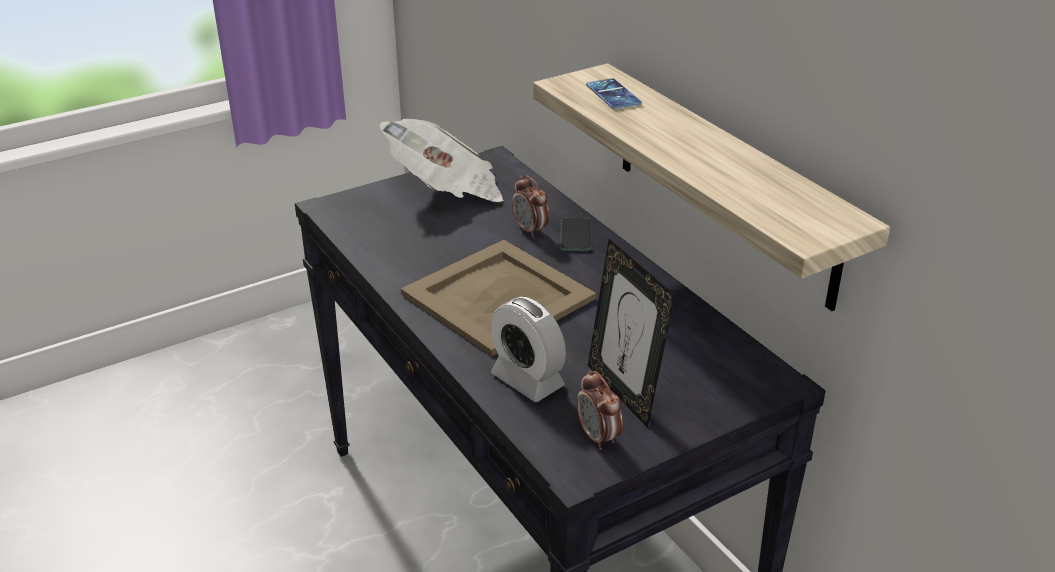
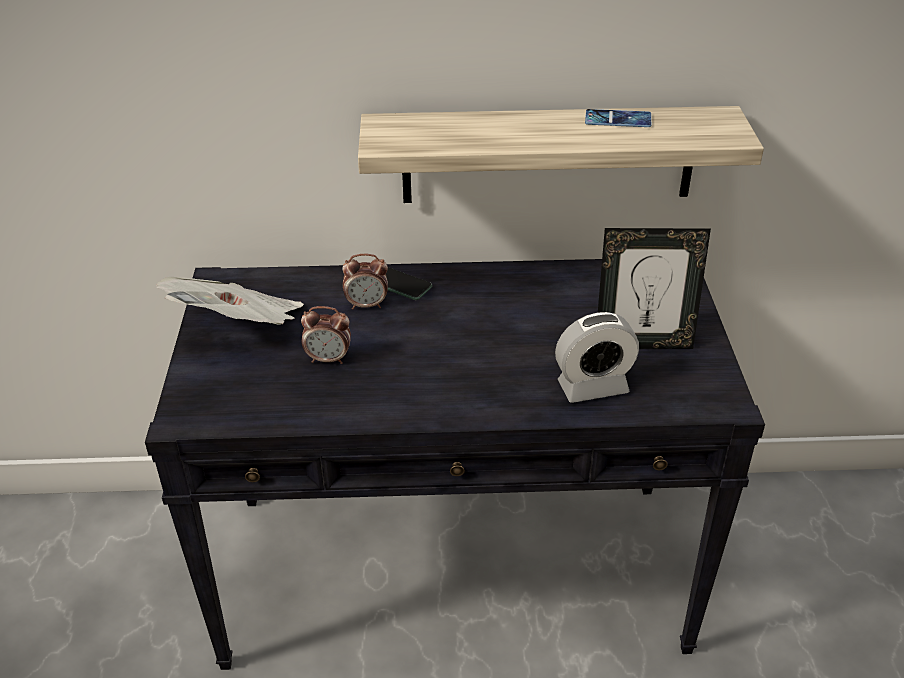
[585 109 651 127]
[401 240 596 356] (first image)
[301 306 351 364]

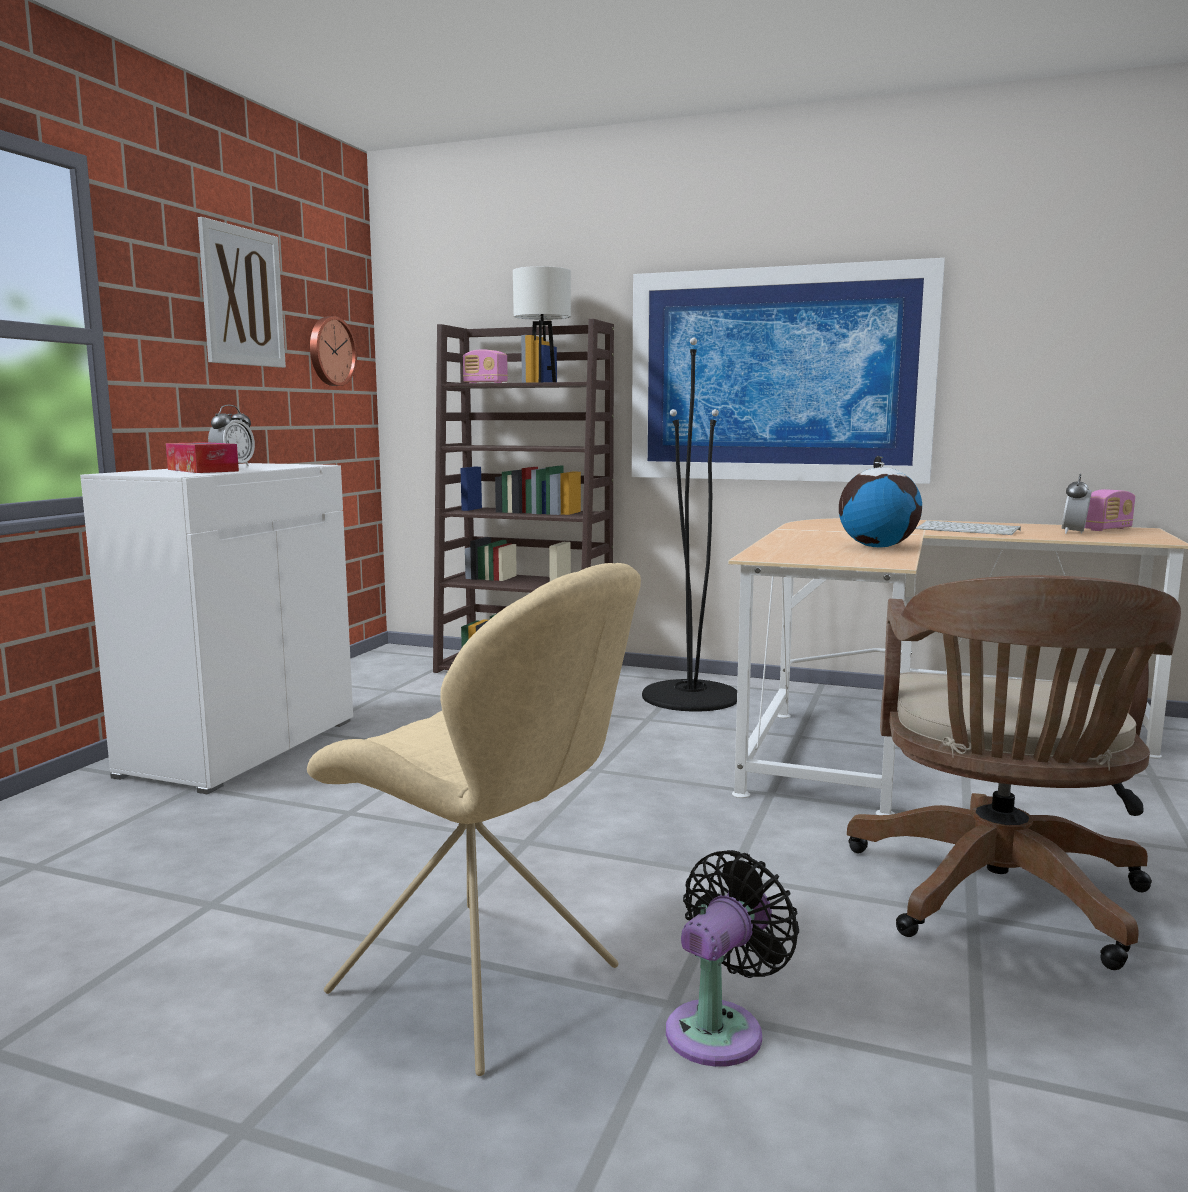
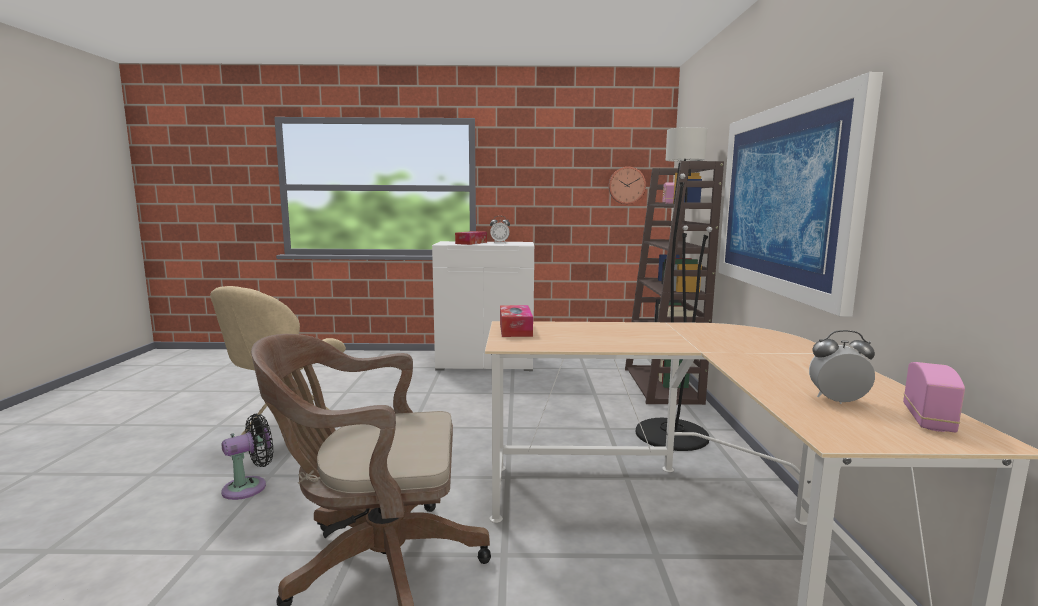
[198 217 286 368] (first image)
[839 456 922 548] (first image)
[903 362 965 432]
[916 521 1021 535] (first image)
[221 413 274 500]
[500 305 533 337]

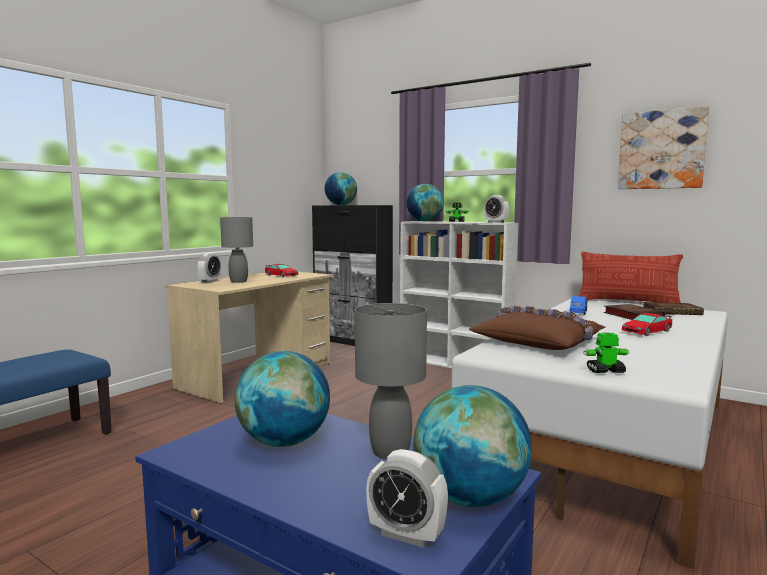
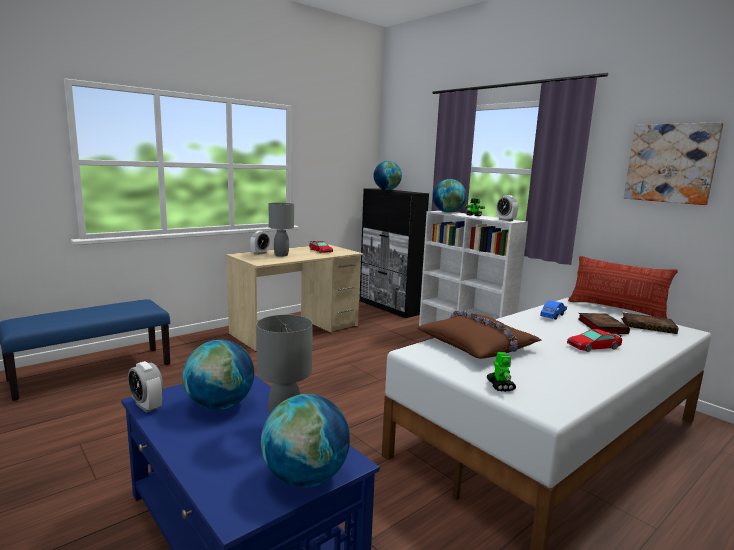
[486 352 516 392]
[128 361 163 413]

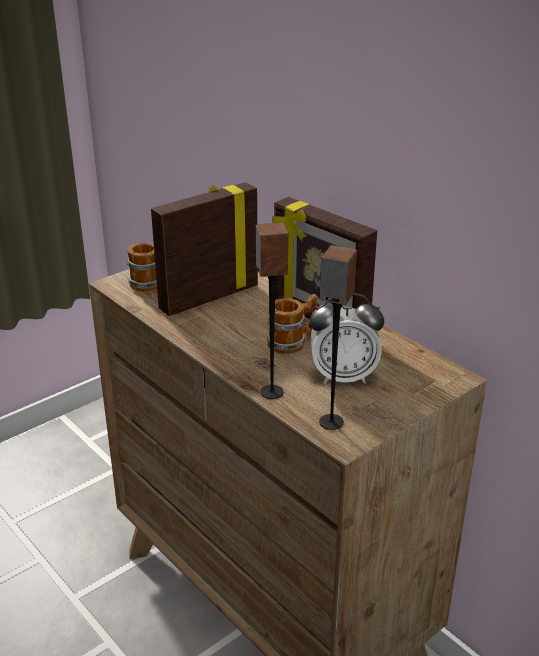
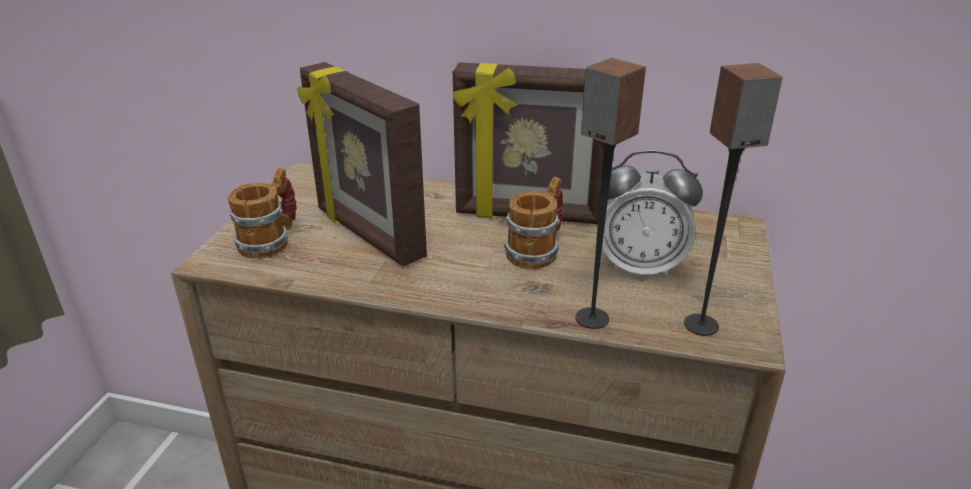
[297 62 427 267]
[599 150 703 279]

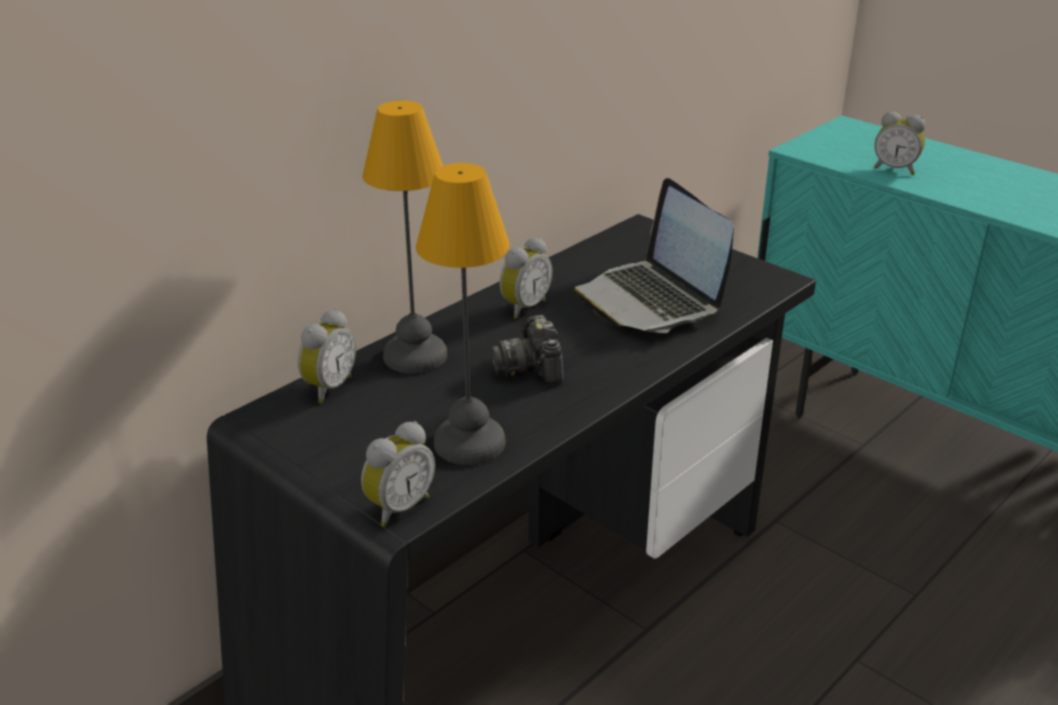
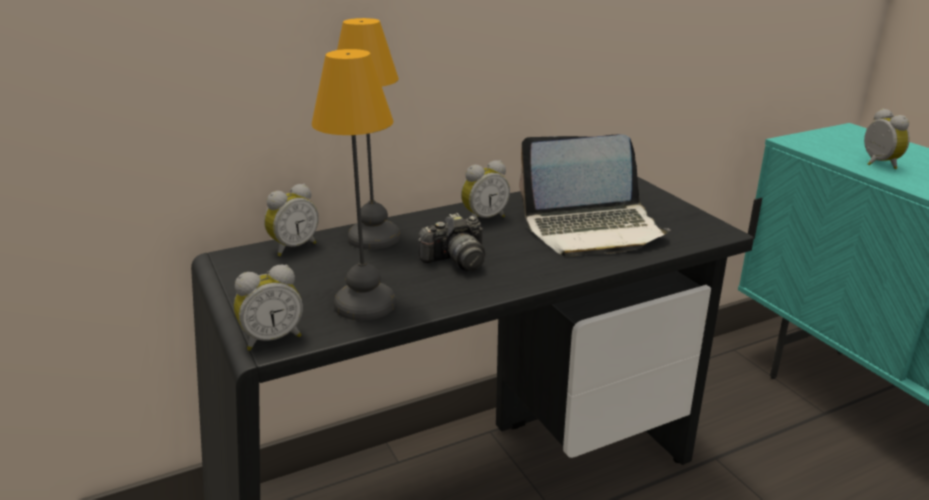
[864 108 910 169]
[519 135 670 257]
[418 213 485 271]

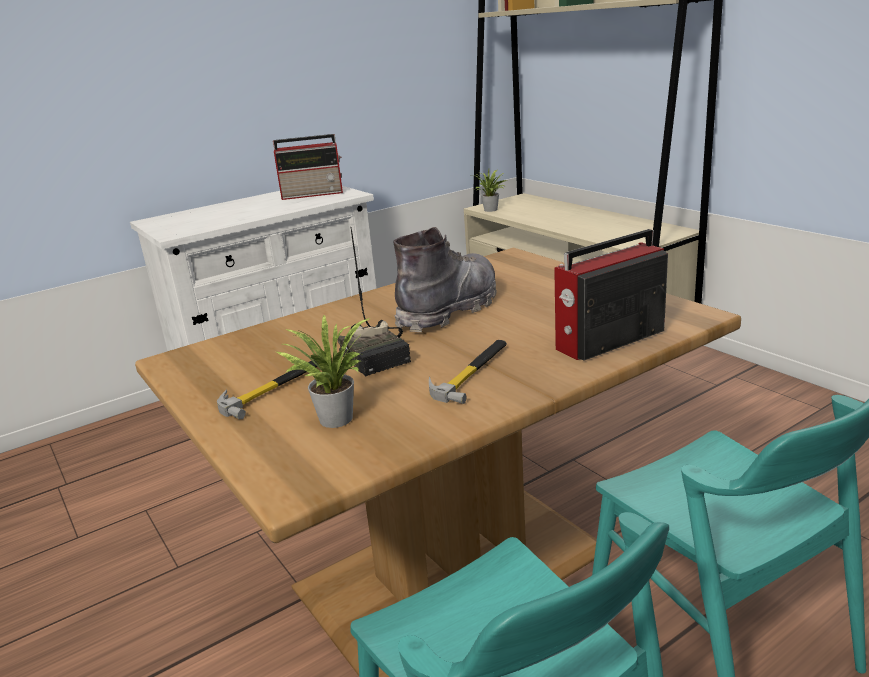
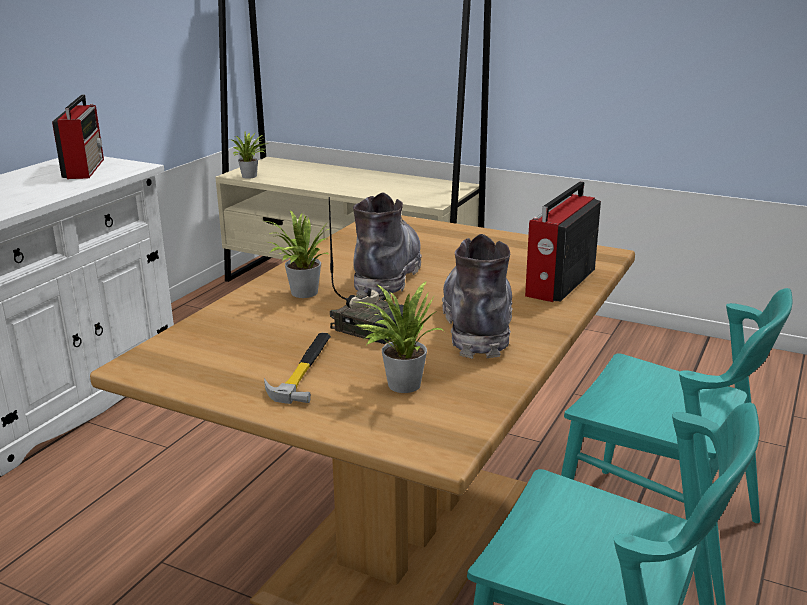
[52 95 104 179]
[442 234 513 359]
[266 210 330 298]

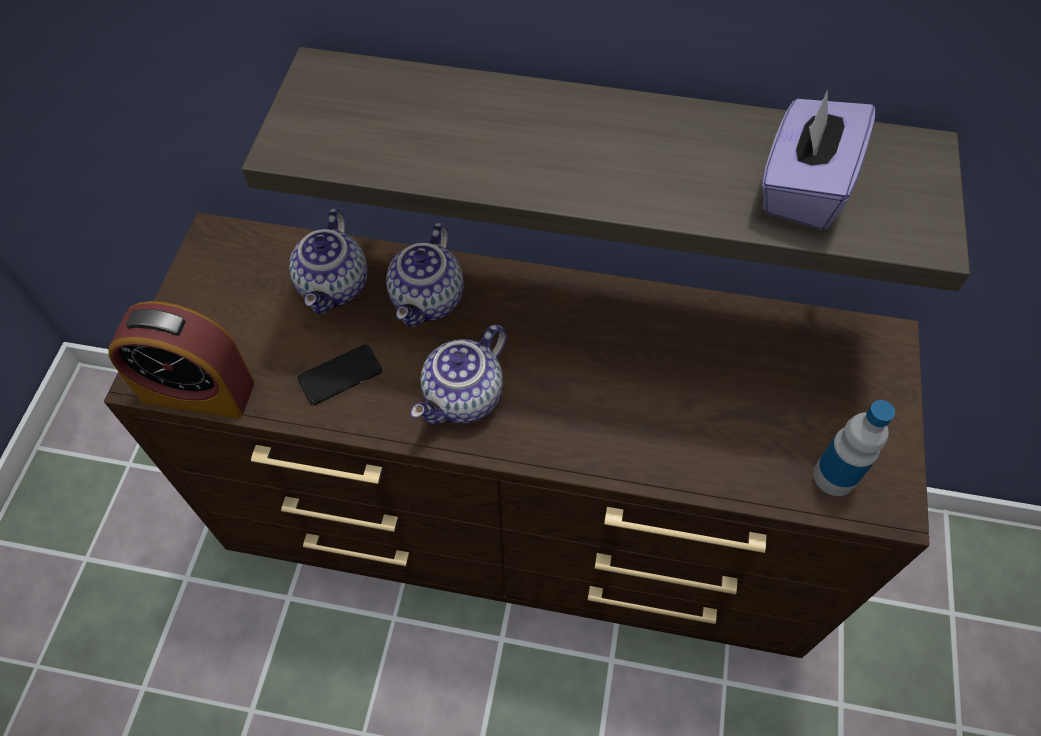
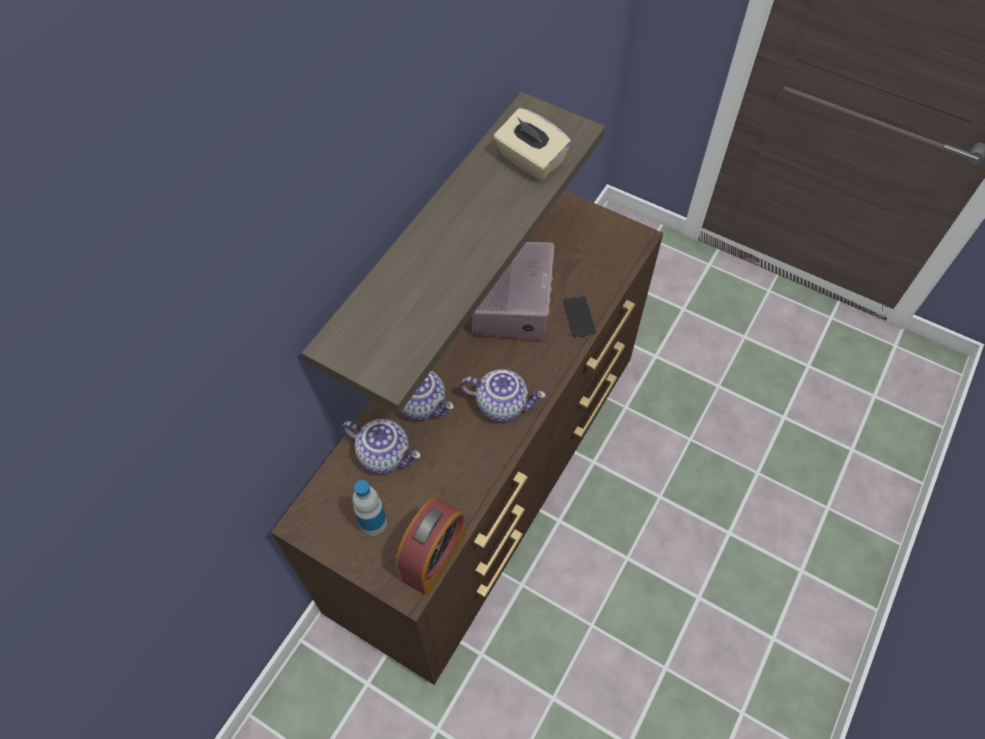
[494 108 571 181]
[460 369 546 422]
[563 296 596 338]
[352 480 387 536]
[472 242 555 340]

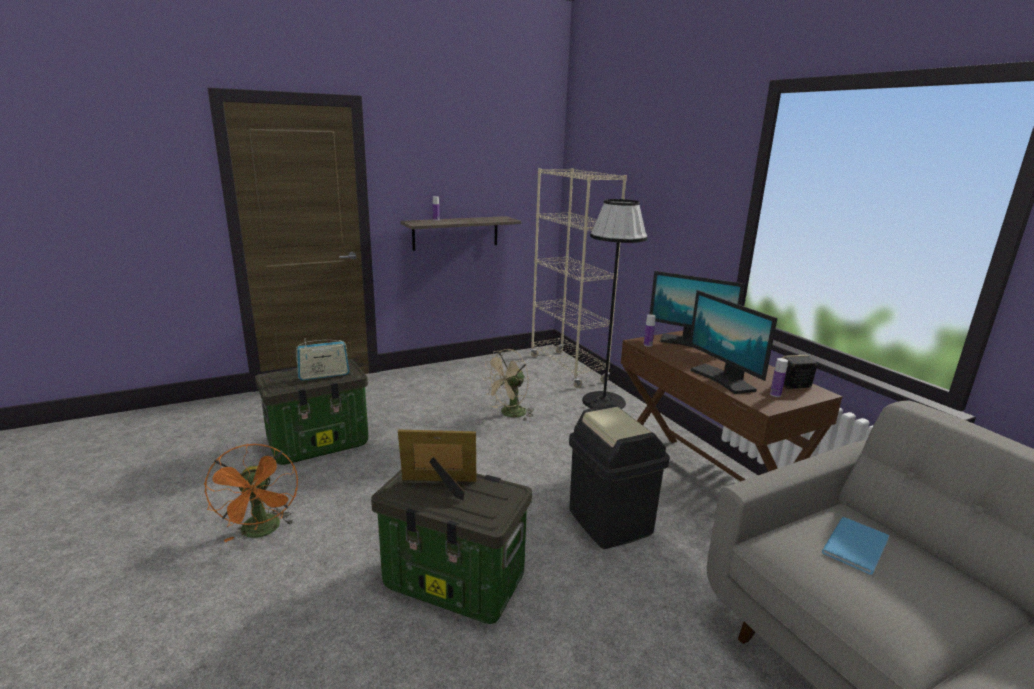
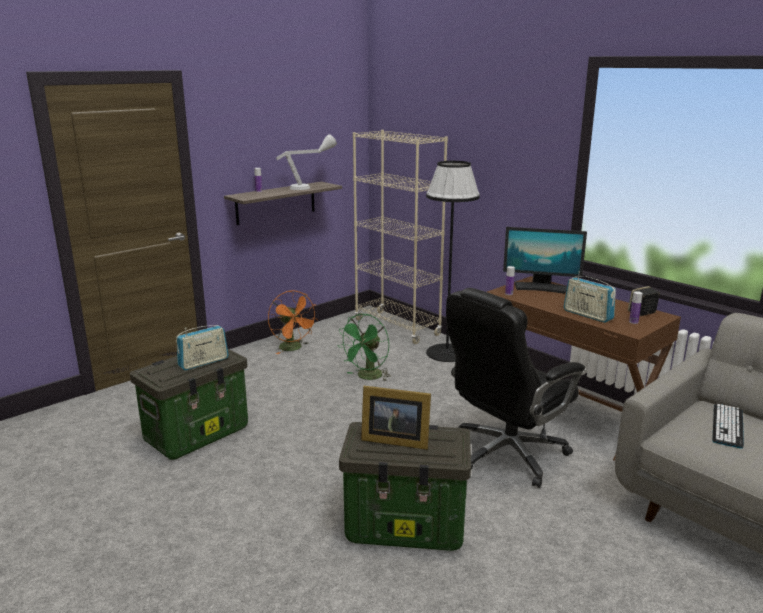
[564 272 616 323]
[337 314 391 381]
[446 288 585 488]
[361 386 431 450]
[268 291 318 354]
[712 404 744 449]
[276 134 337 190]

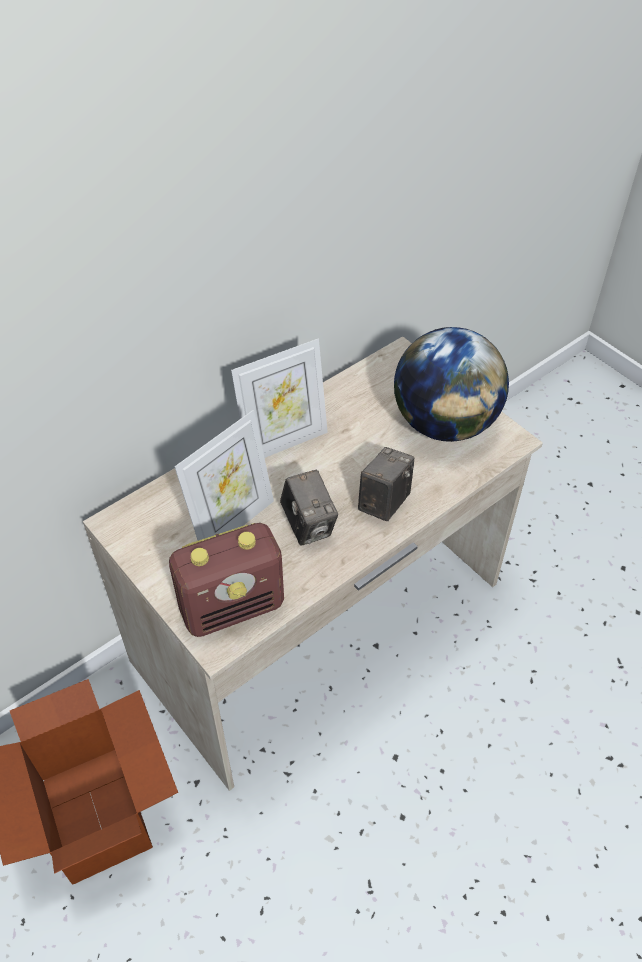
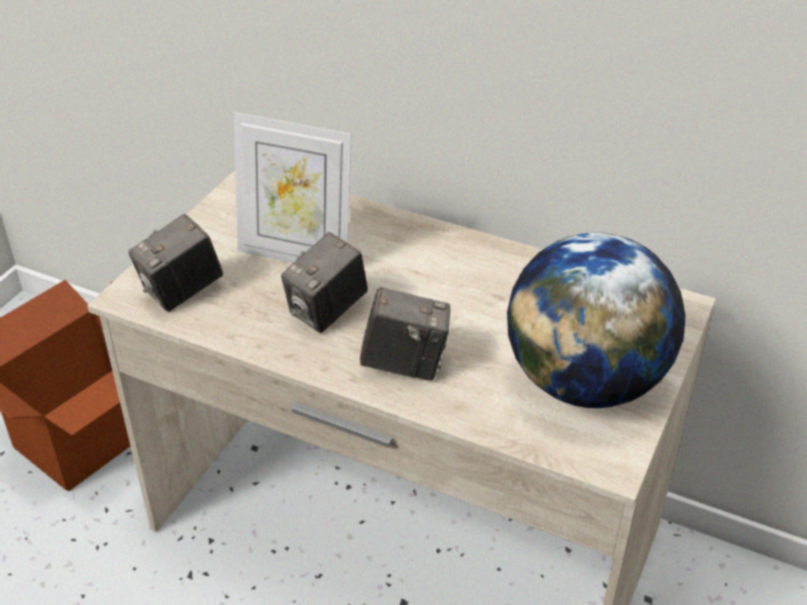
[231 339 328 458] (first image)
[128 214 223 312]

